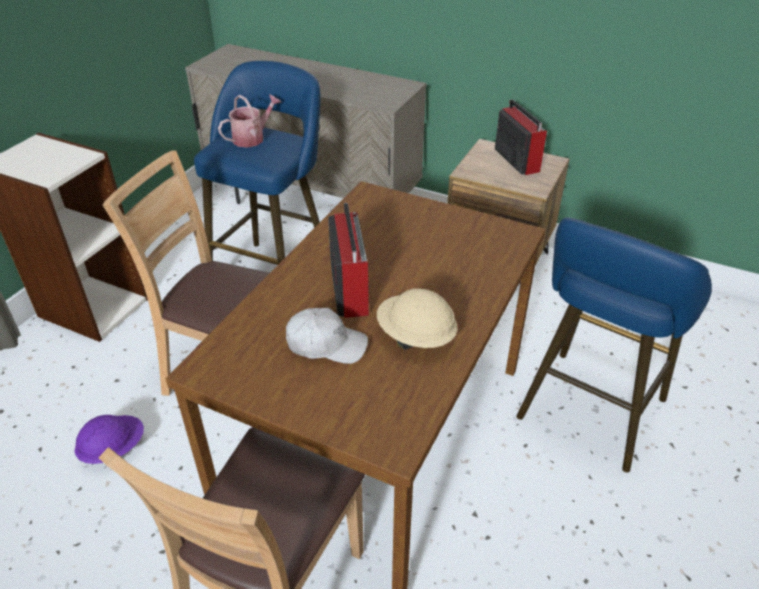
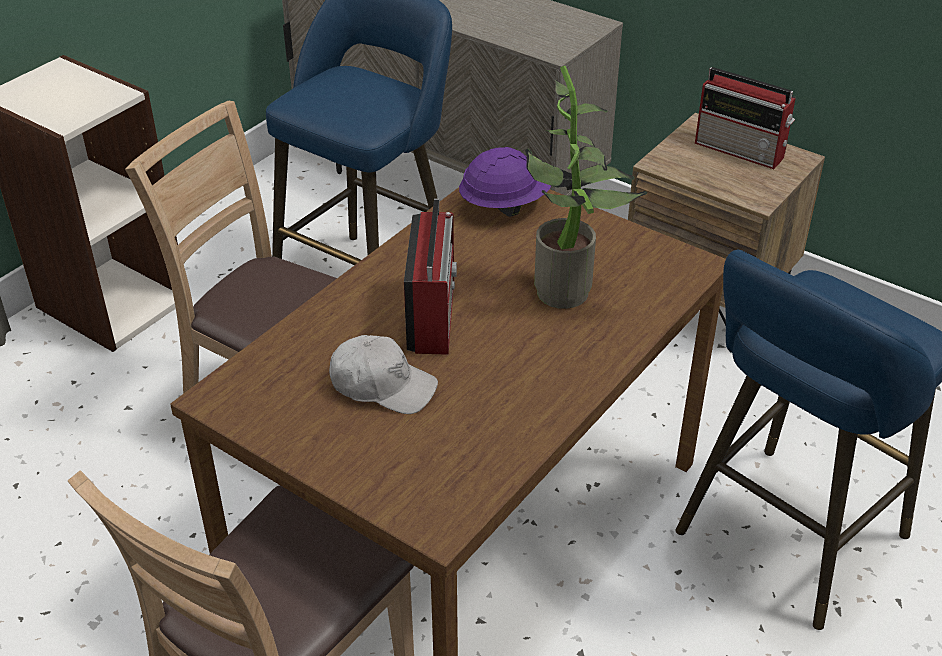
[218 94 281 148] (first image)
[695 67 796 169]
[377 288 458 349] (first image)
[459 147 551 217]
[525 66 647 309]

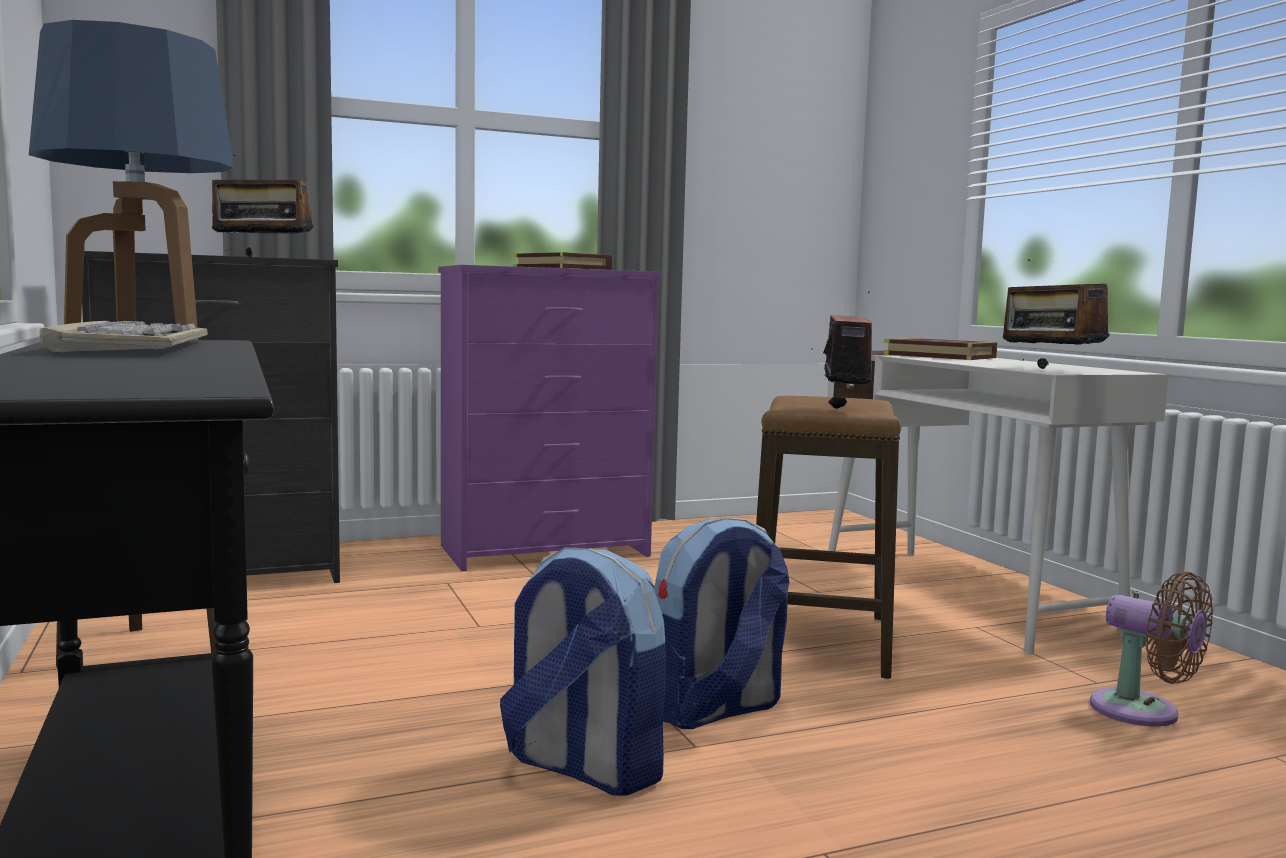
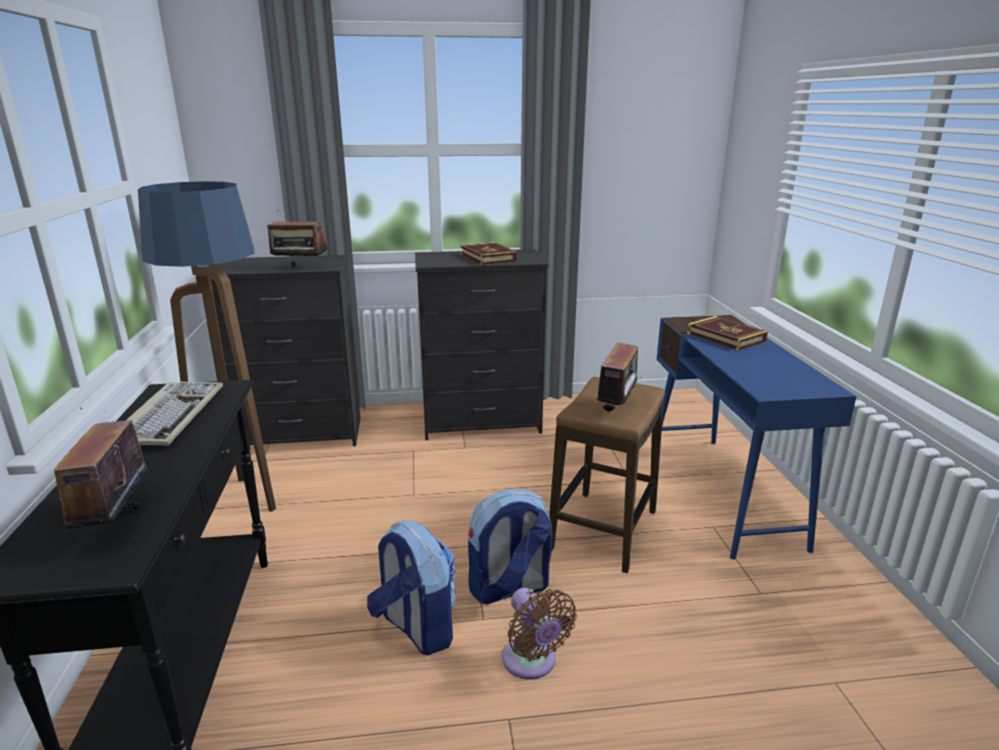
[54 408 147 532]
[415 249 549 440]
[657 315 857 560]
[502 588 577 680]

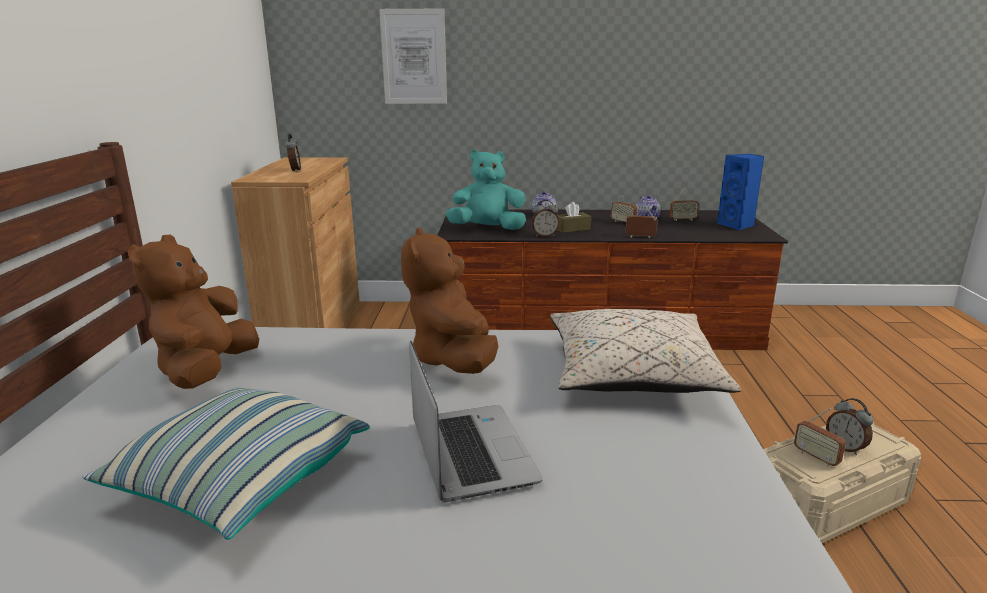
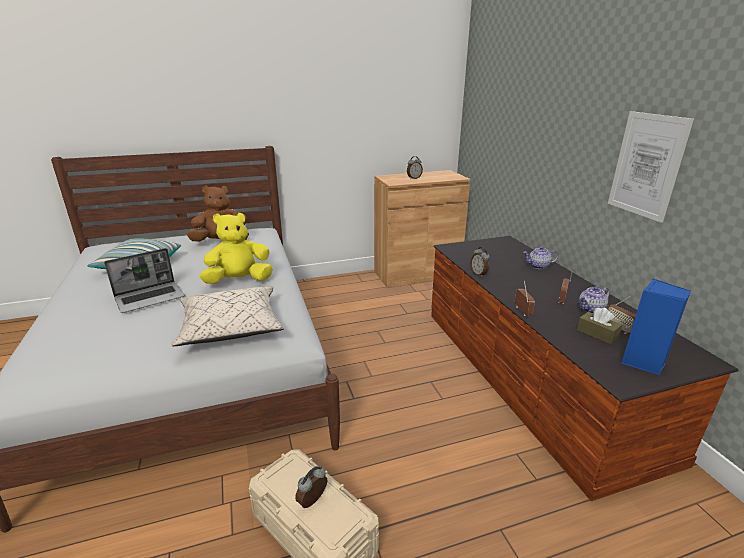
[608 111 694 223]
[446 150 526 230] (first image)
[577 307 622 344]
[199 213 273 284]
[794 408 846 467] (first image)

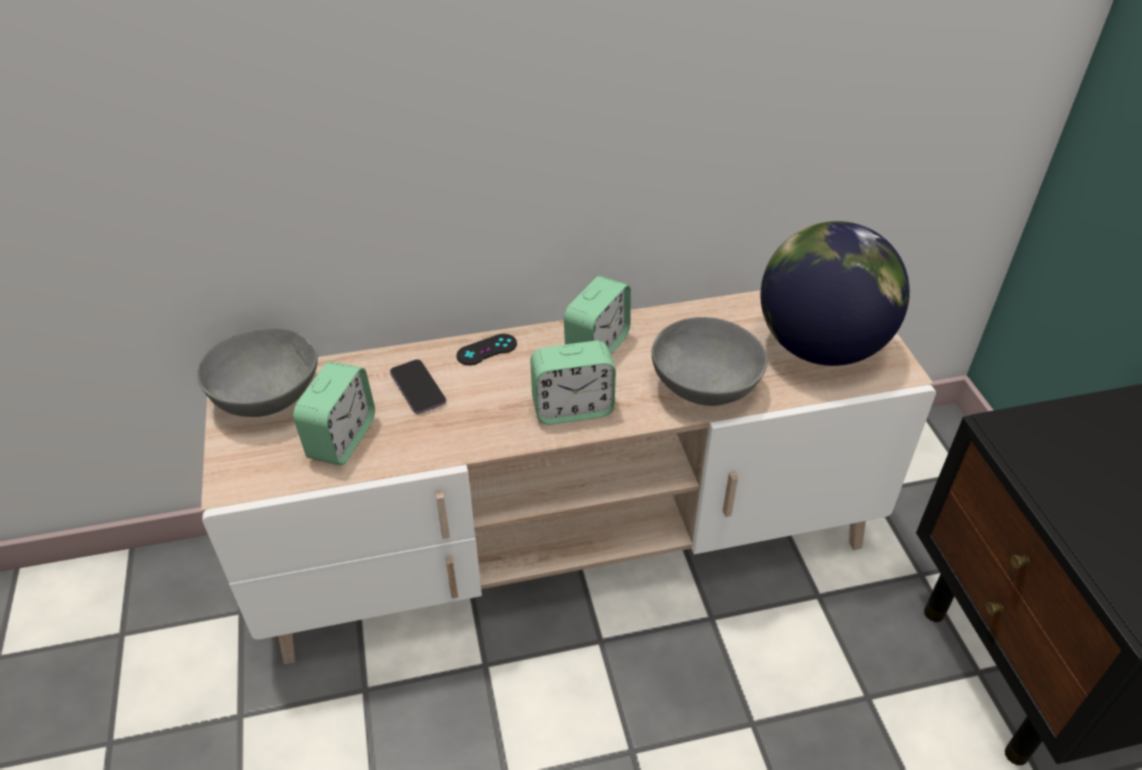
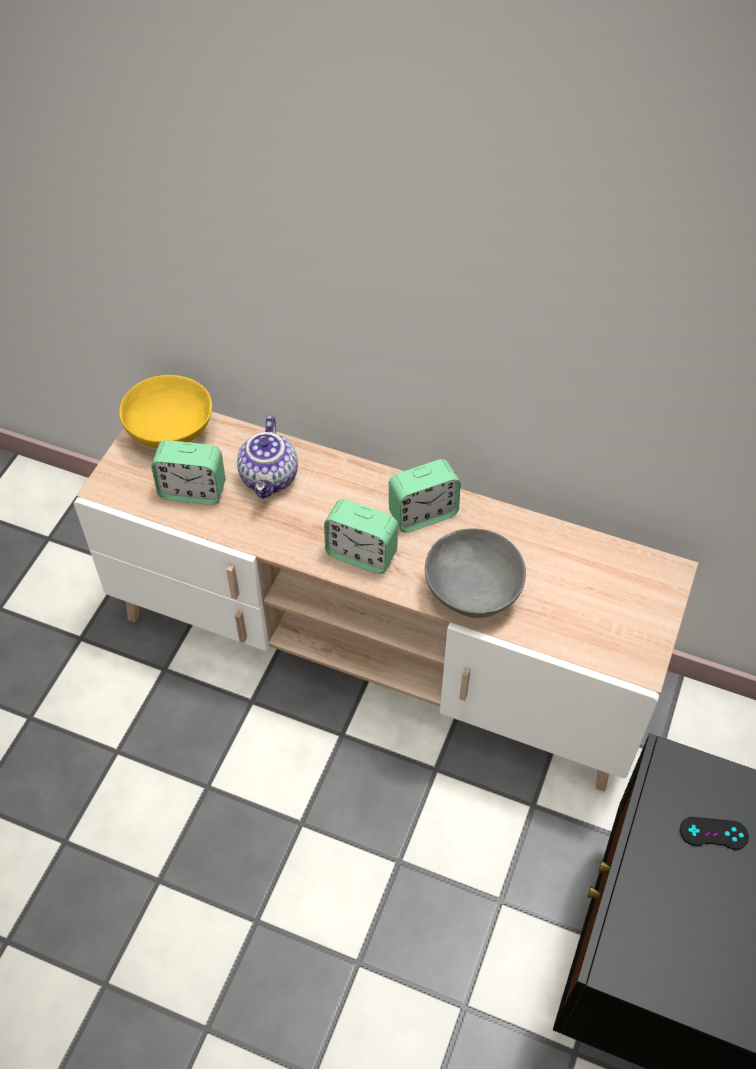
[760 221 910 366] (first image)
[119 375 212 448]
[680 817 749 850]
[237 416 298 499]
[151 440 225 505]

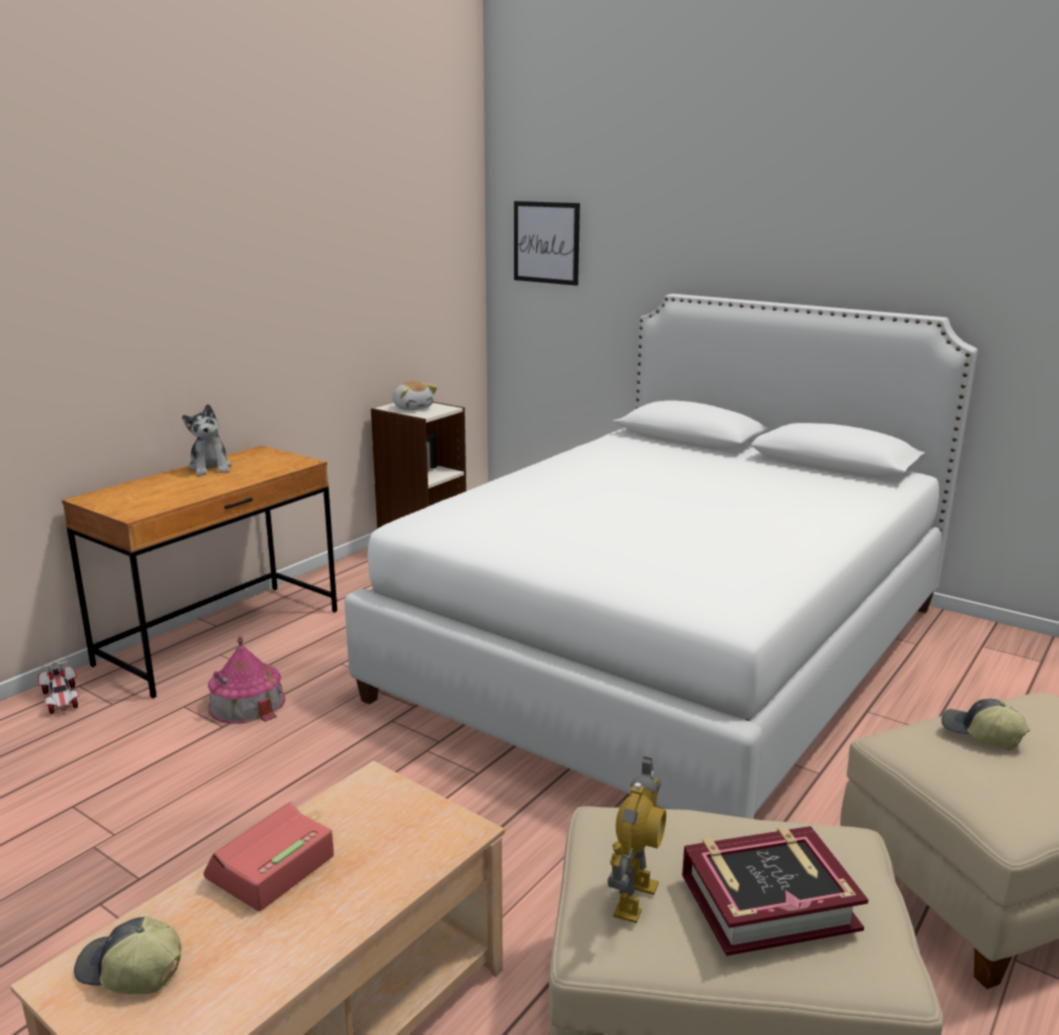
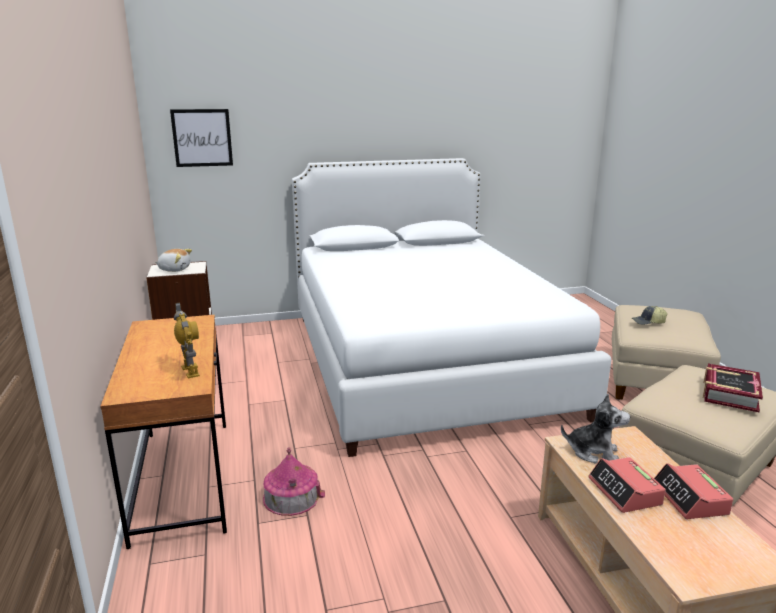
[561 394 630 463]
[38 656 79 714] (first image)
[174 303 200 378]
[74 916 181 995] (first image)
[654 463 733 519]

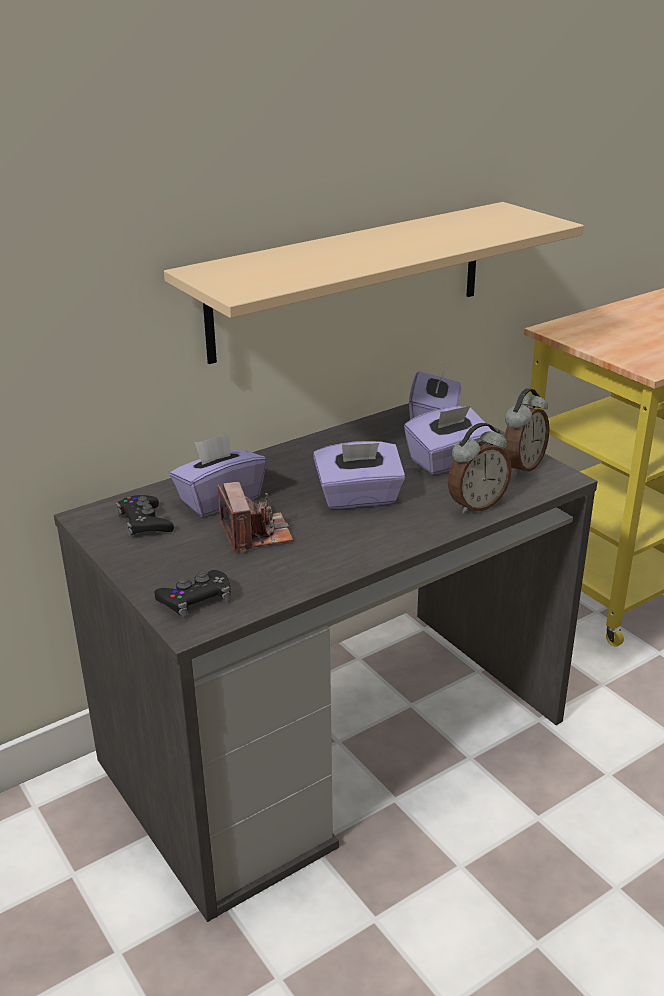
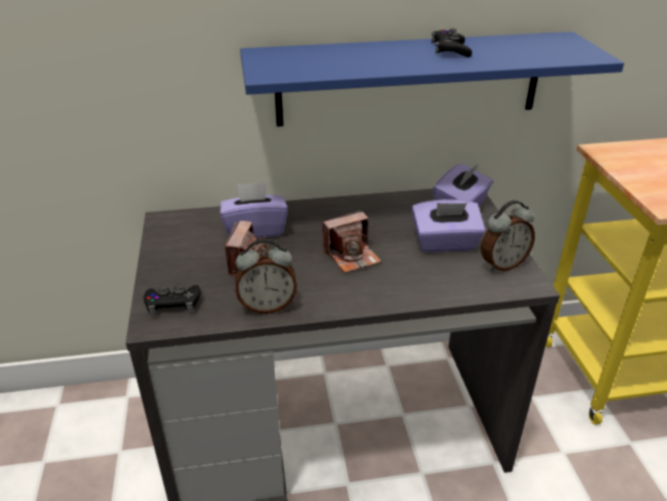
[240 32 624 127]
[235 239 297 314]
[322 210 381 273]
[431 28 472 57]

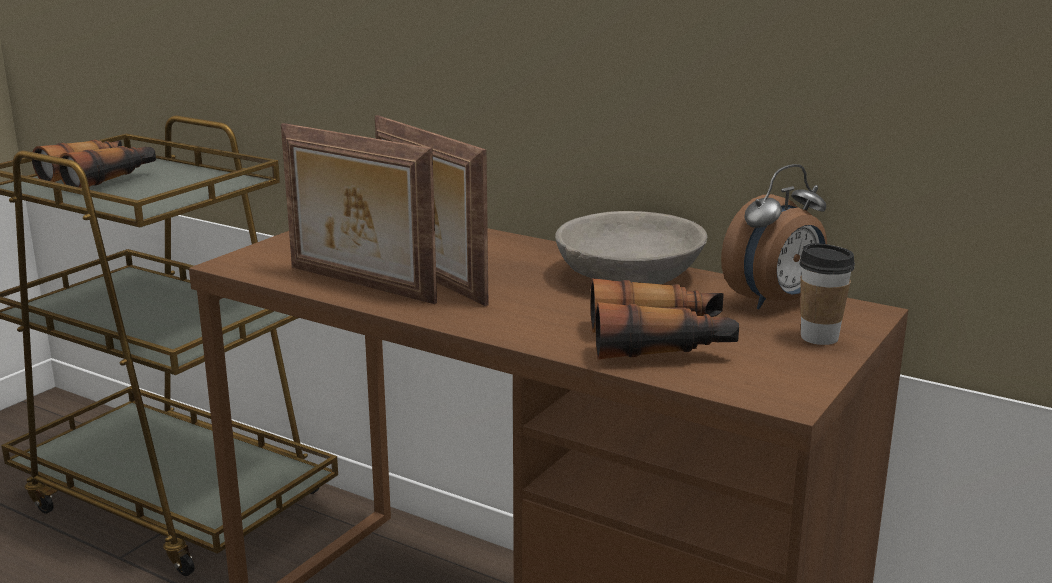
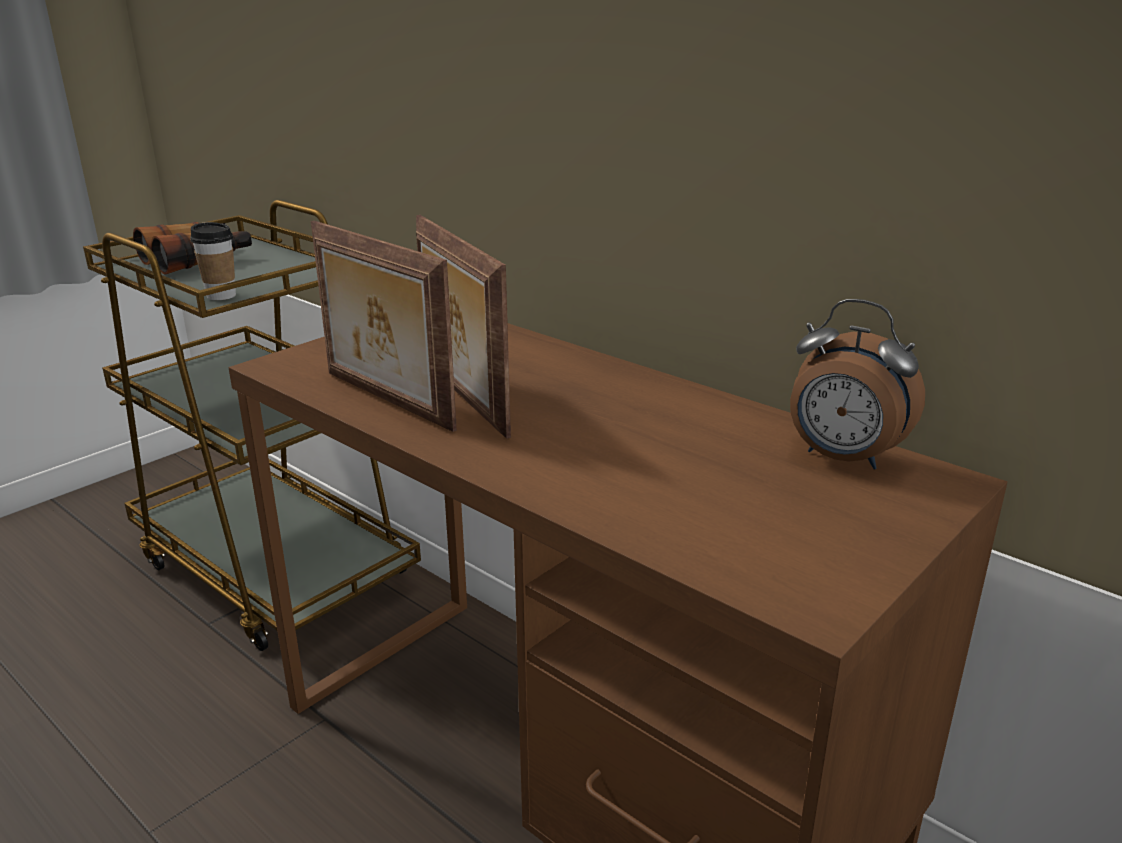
[790 299 925 470]
[555 211 707 284] (first image)
[190 222 236 300]
[591 278 739 360] (first image)

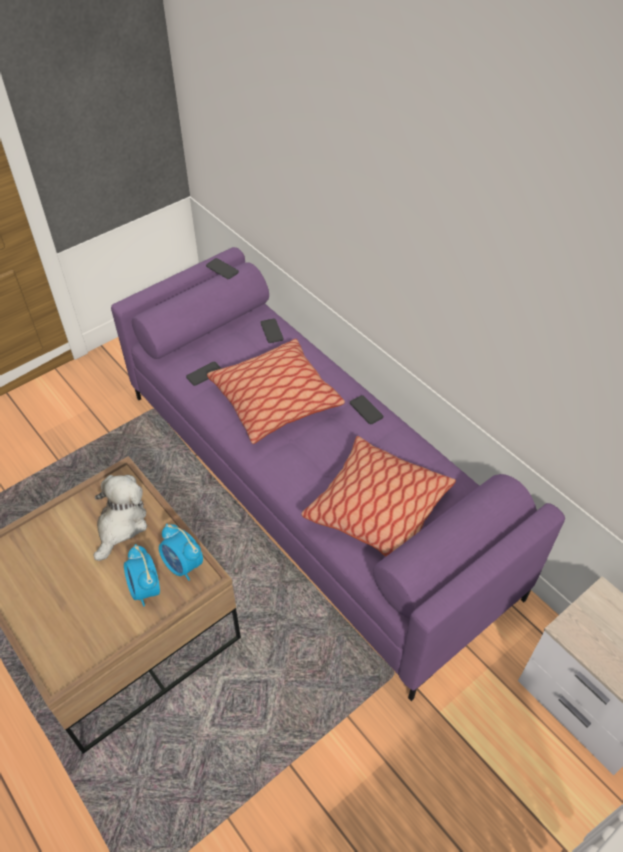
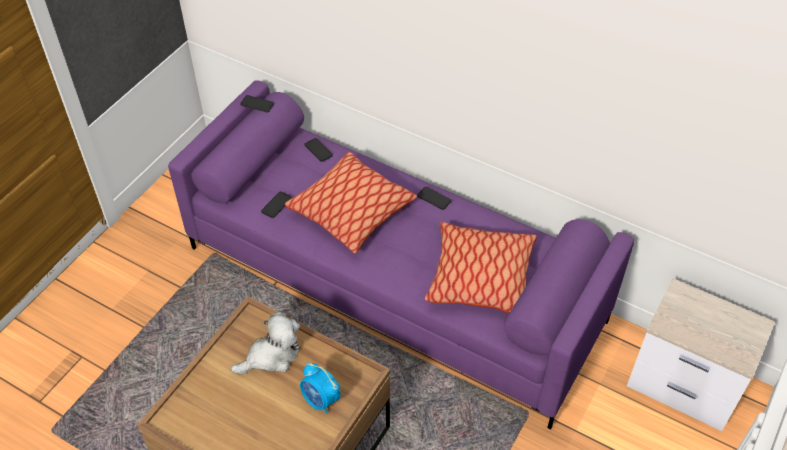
[231 312 300 375]
[159 524 203 581] (first image)

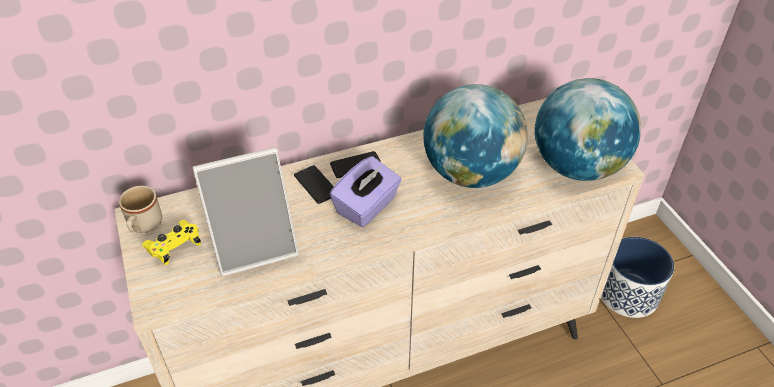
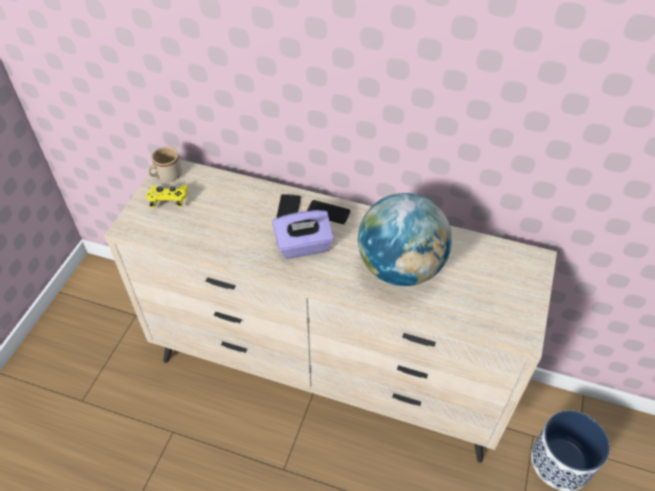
[535 78 641 181] (first image)
[193 147 299 277] (first image)

